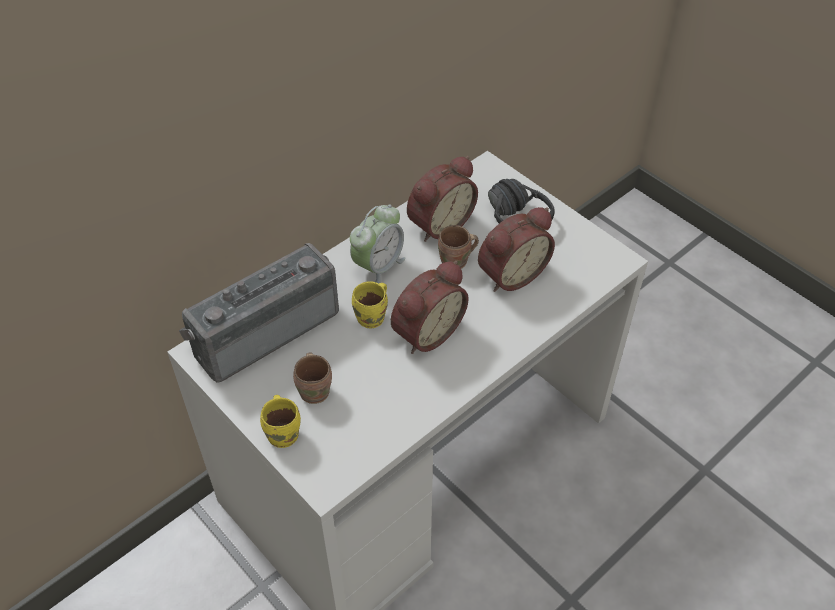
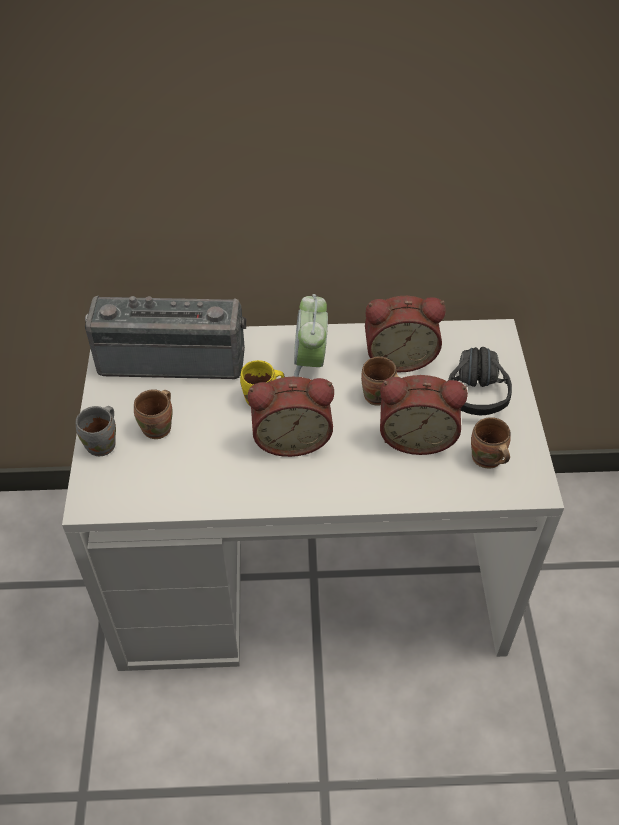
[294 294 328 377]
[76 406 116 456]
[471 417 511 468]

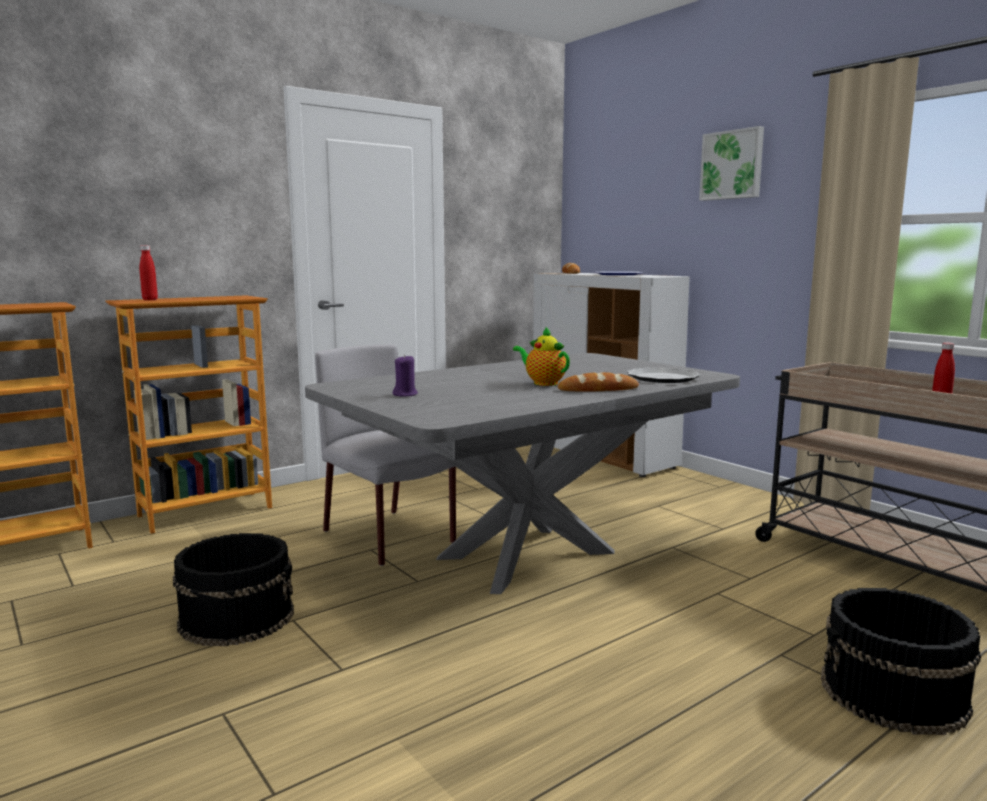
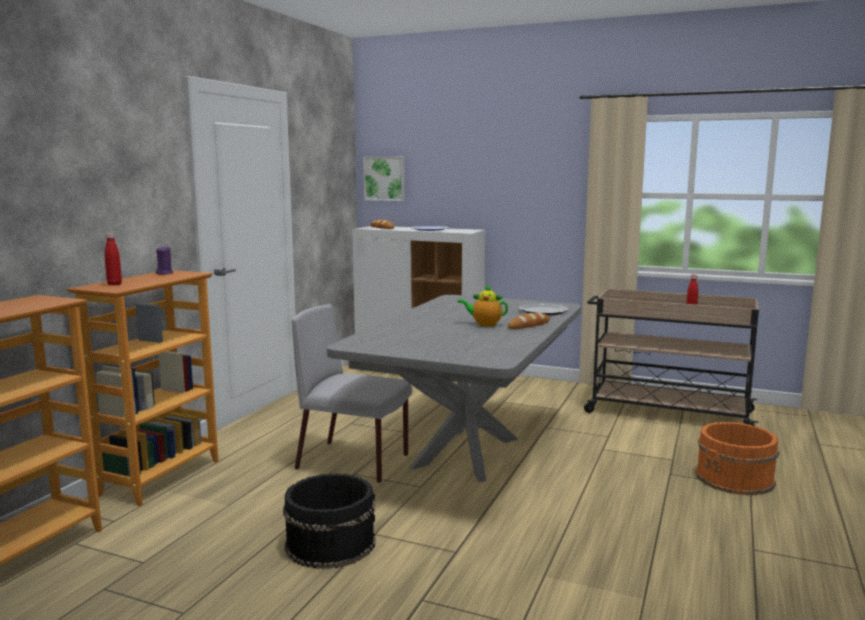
[363 157 405 201]
[156 247 173 274]
[696 422 779 495]

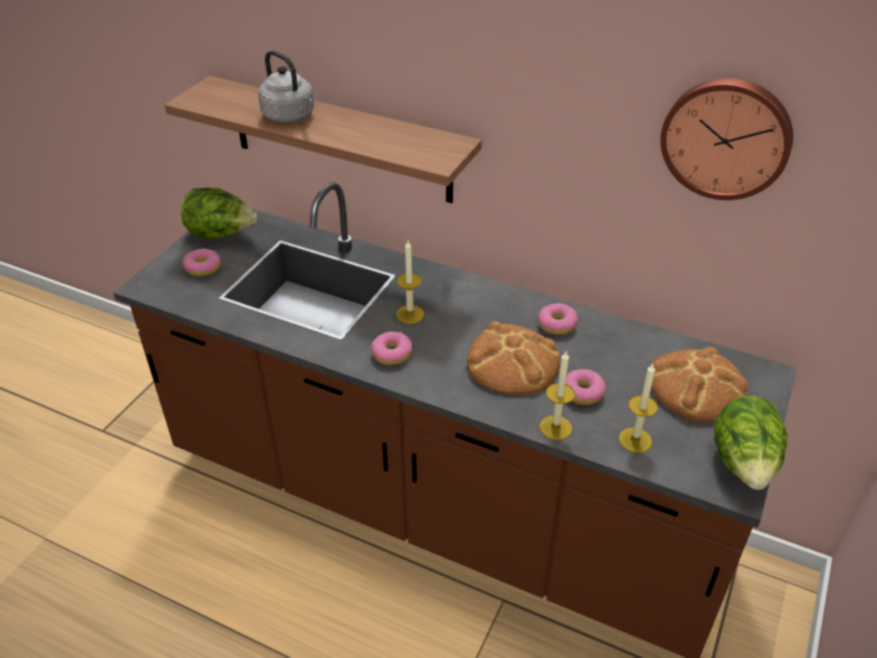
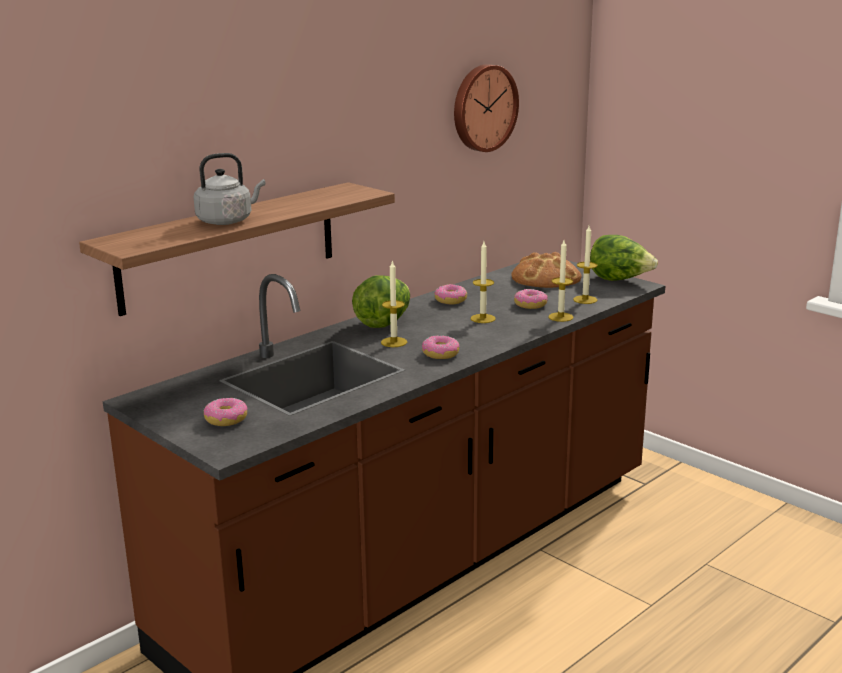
[352 275 410 328]
[471 242 496 323]

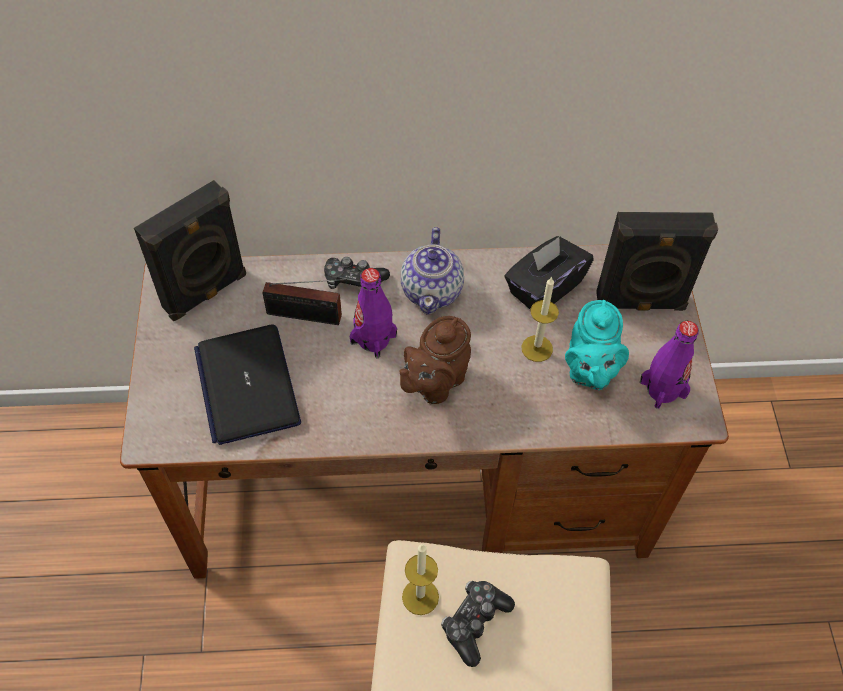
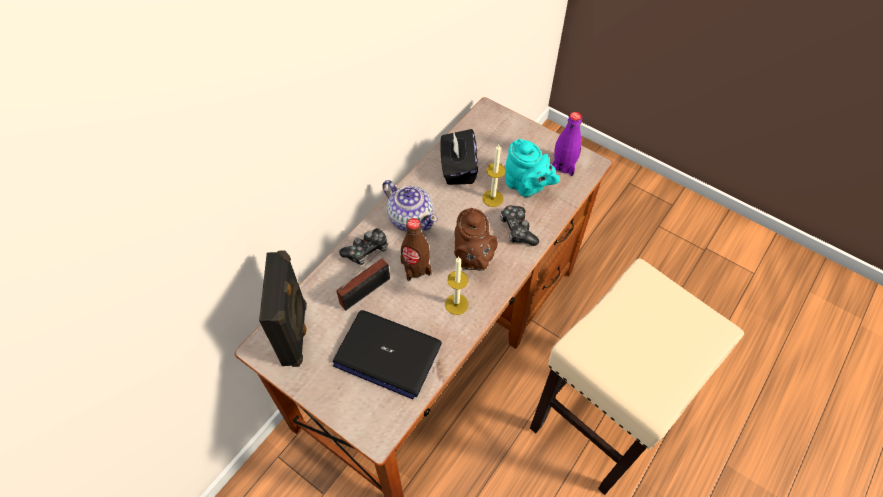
[596 212 718 311] (first image)
[400 218 432 281]
[445 257 468 315]
[500 205 539 246]

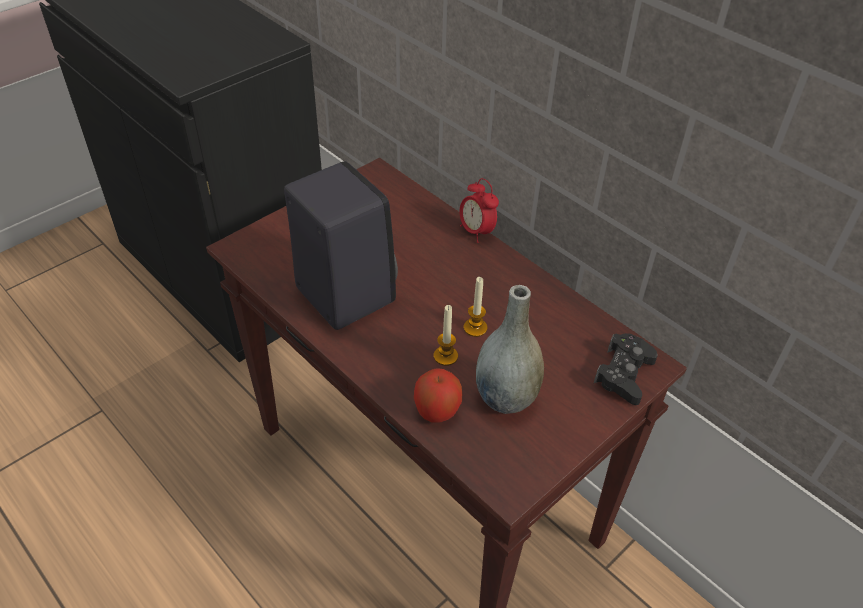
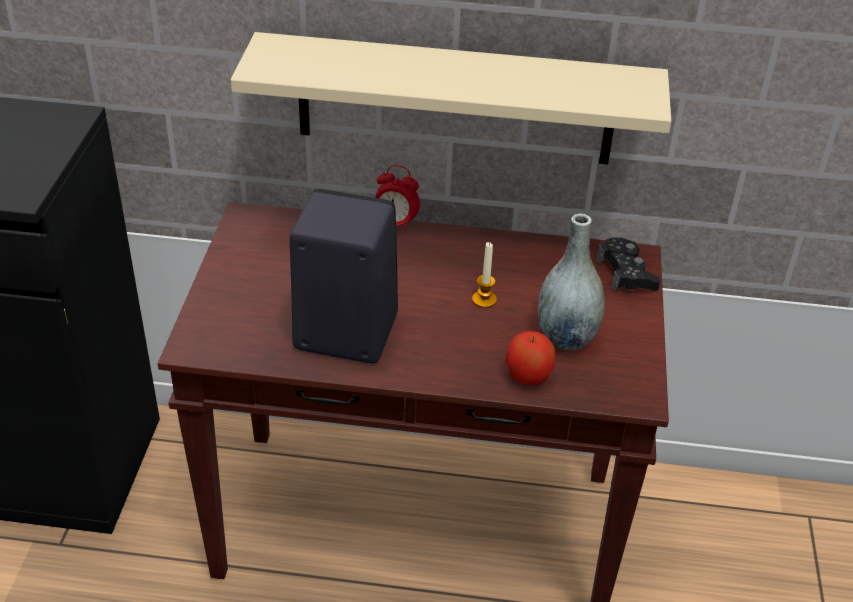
[434 305 458 366] (first image)
[231 32 671 164]

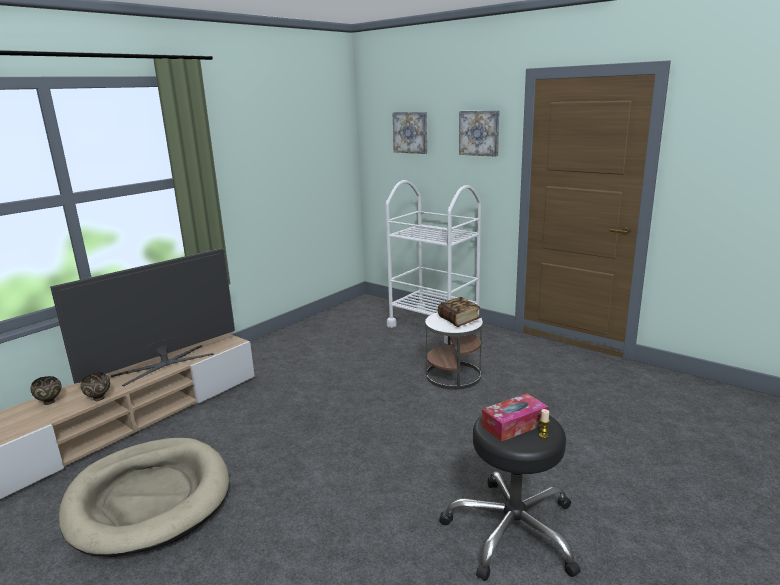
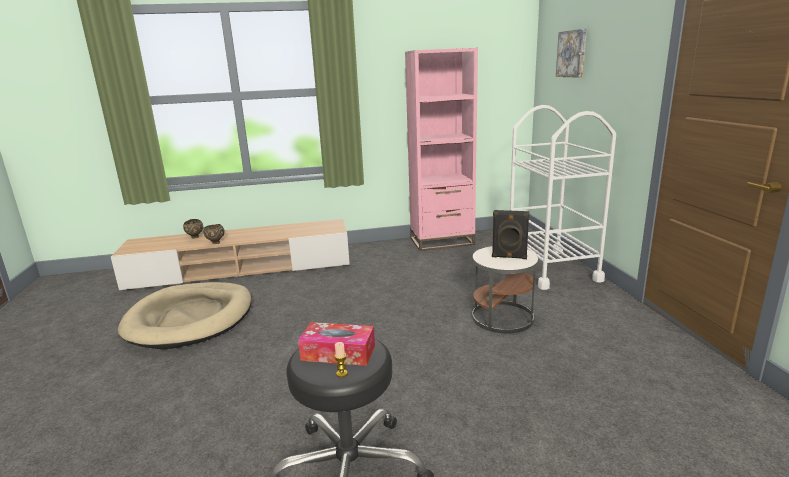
[459 111 499 157] (first image)
[50 248 235 386] (first image)
[492 210 530 259]
[405 48 478 251]

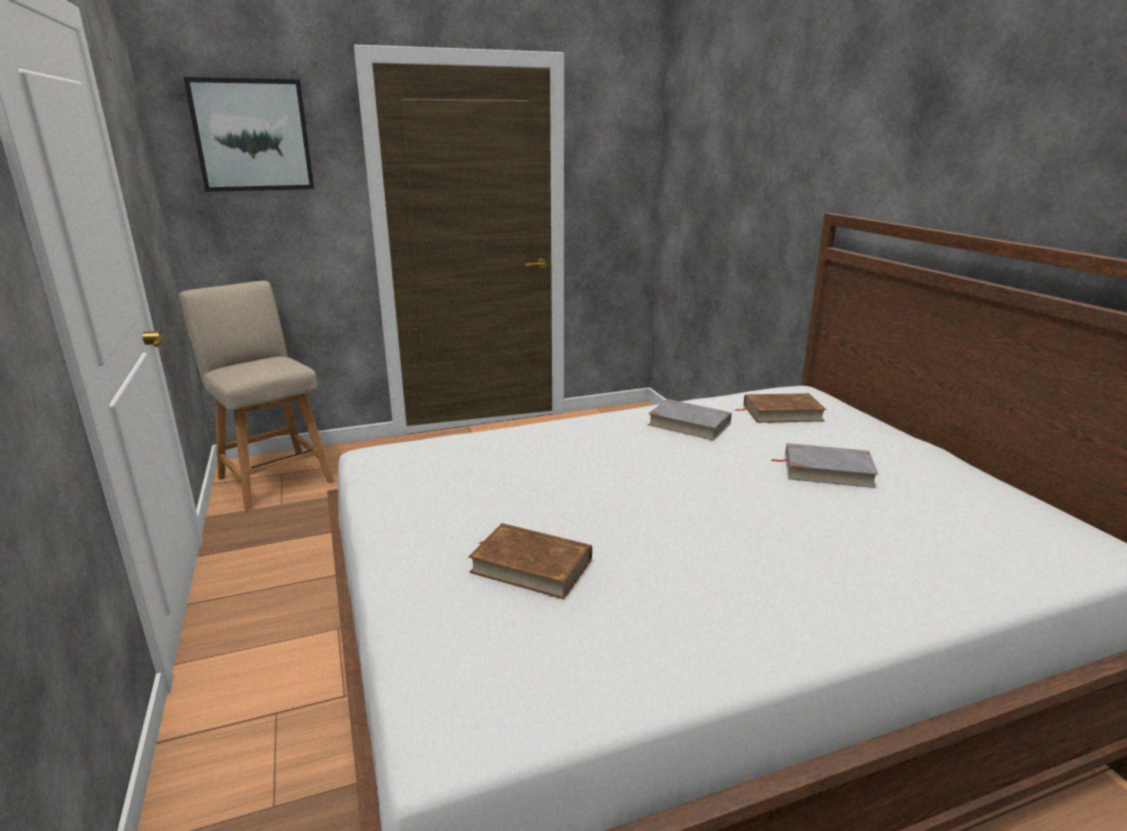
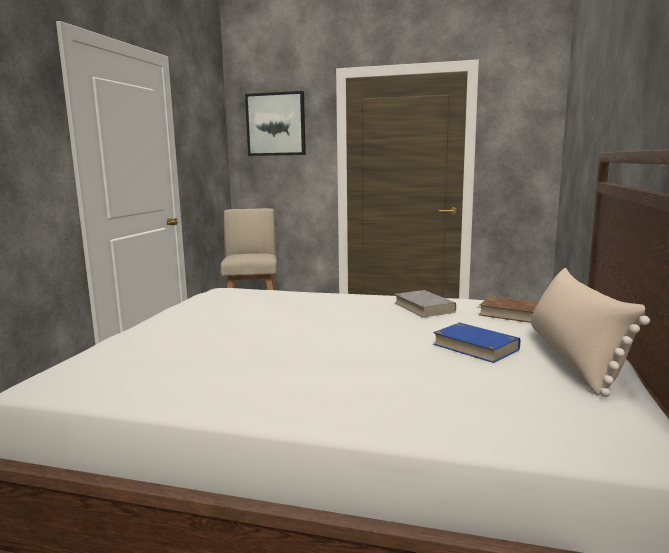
[433 323 520 363]
[468 523 592 599] (first image)
[531 268 650 397]

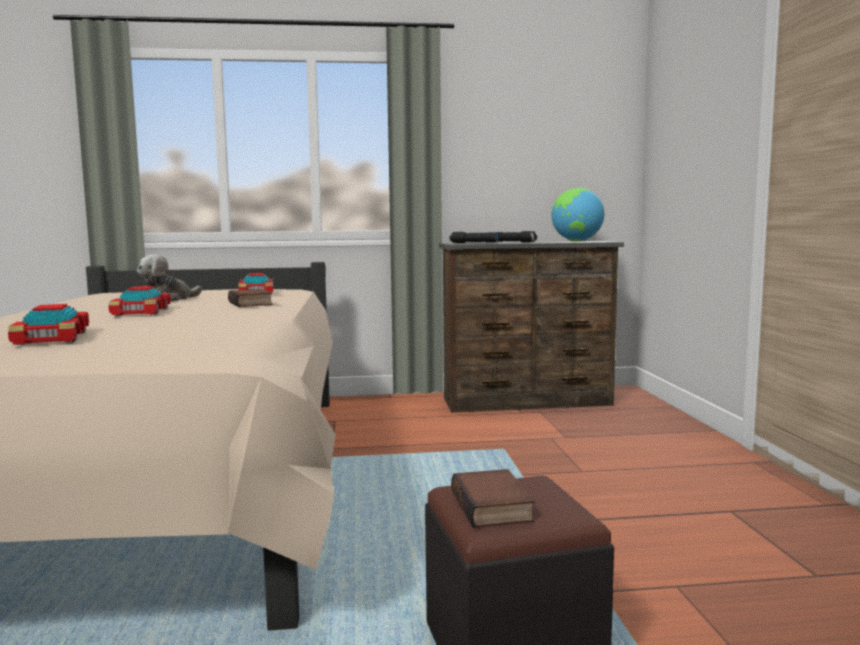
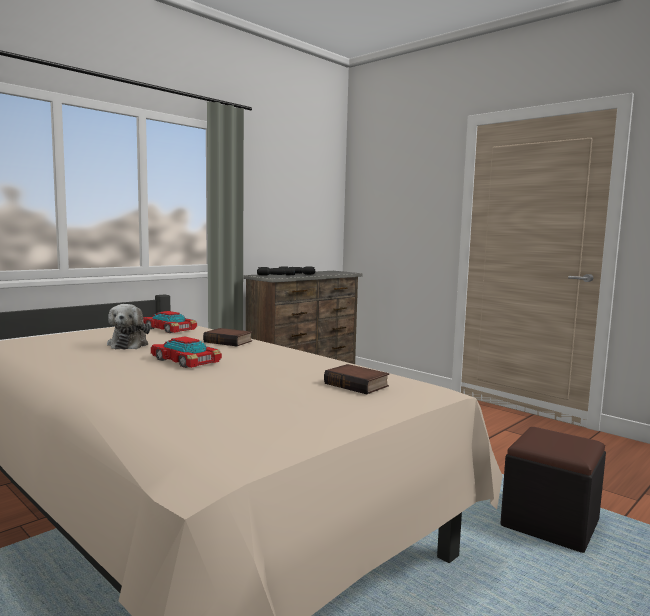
[551 188 605 241] (first image)
[8 304 89 345] (first image)
[324 364 389 394]

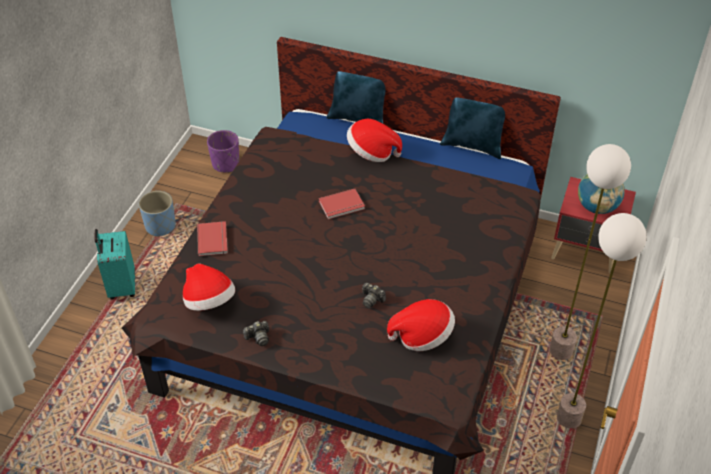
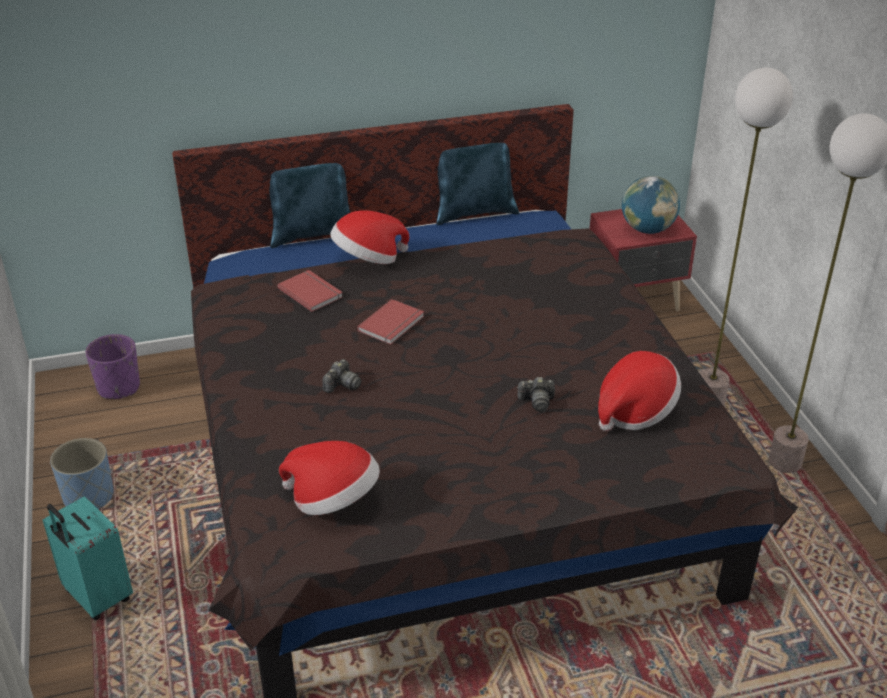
[277 270 343 312]
[323 359 361 393]

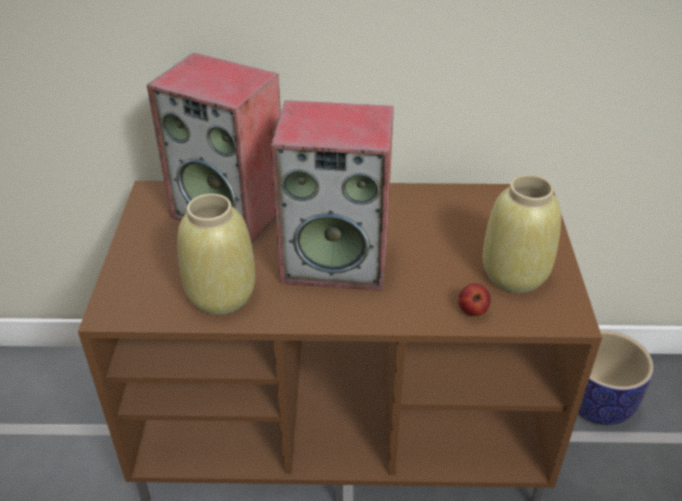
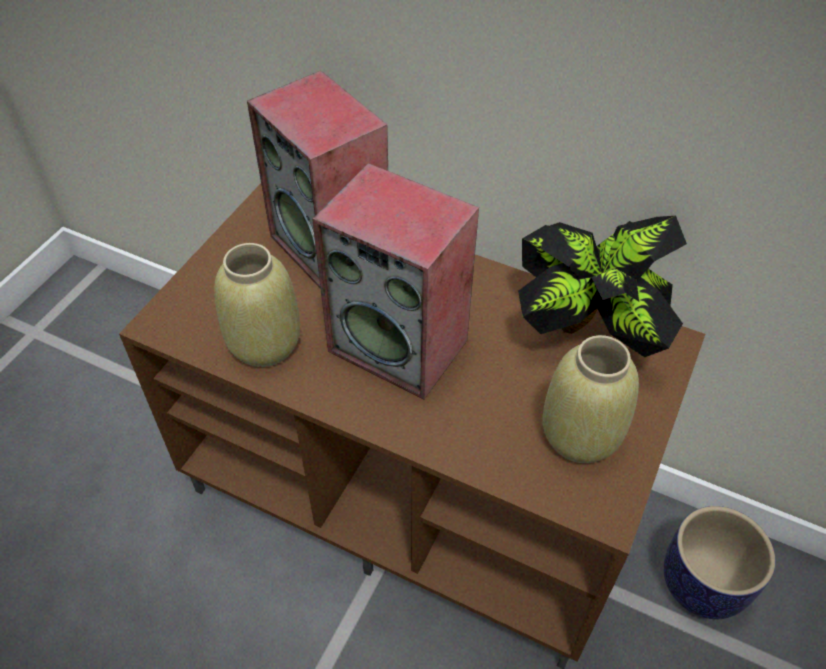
[458 283 491 316] (first image)
[518 216 687 357]

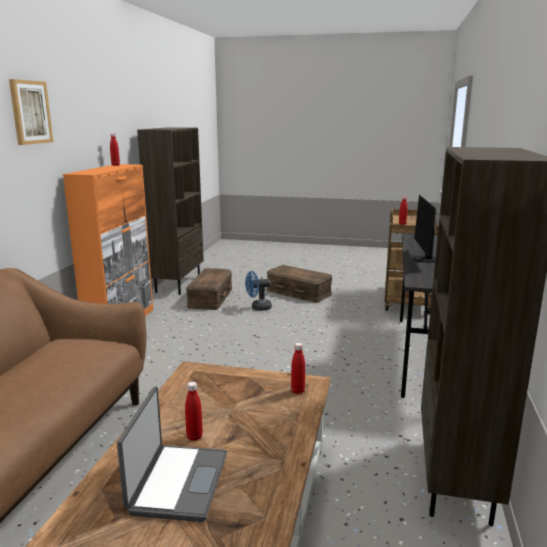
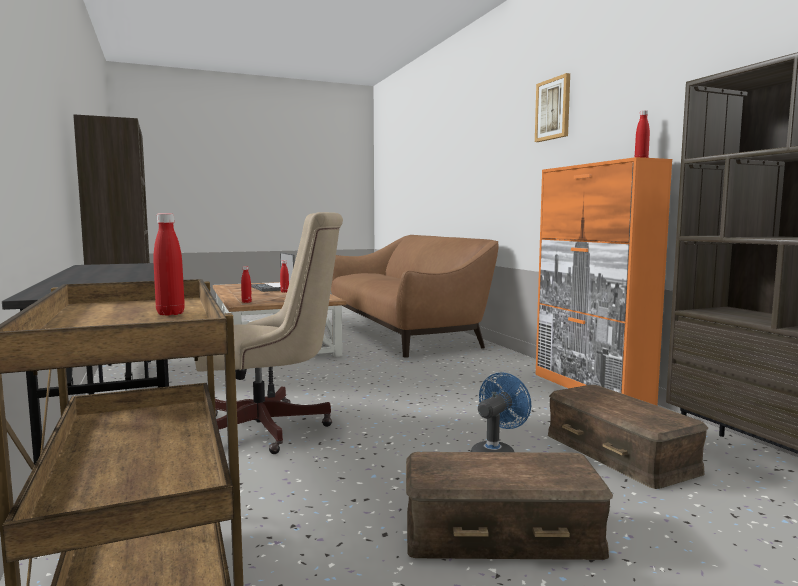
[412 195 439 263] (first image)
[195 212 343 454]

